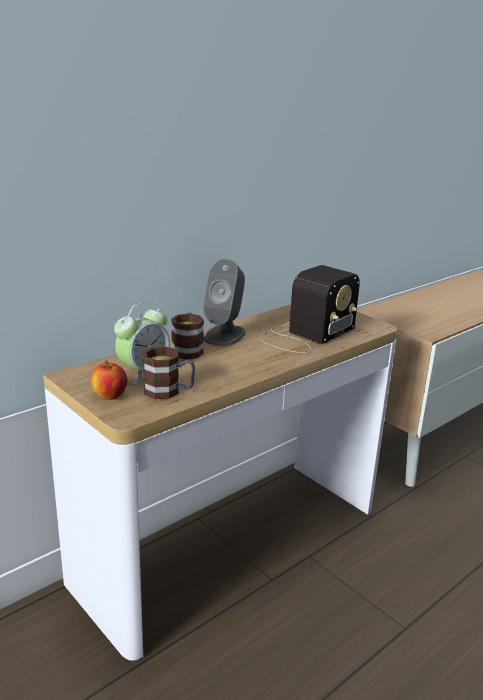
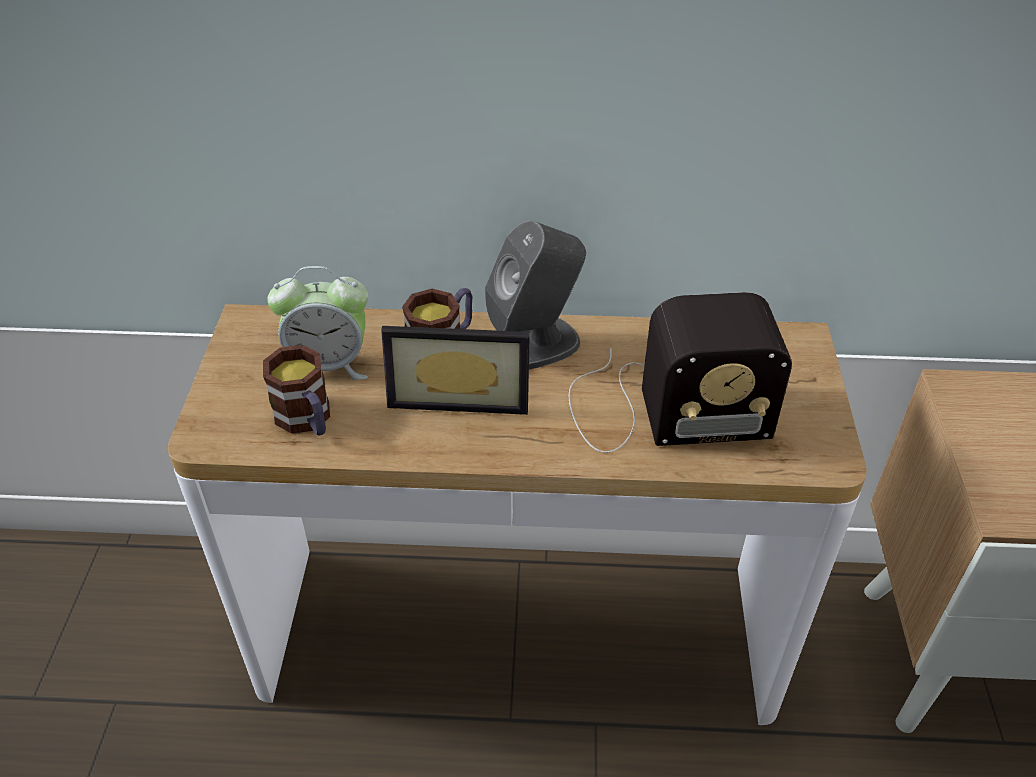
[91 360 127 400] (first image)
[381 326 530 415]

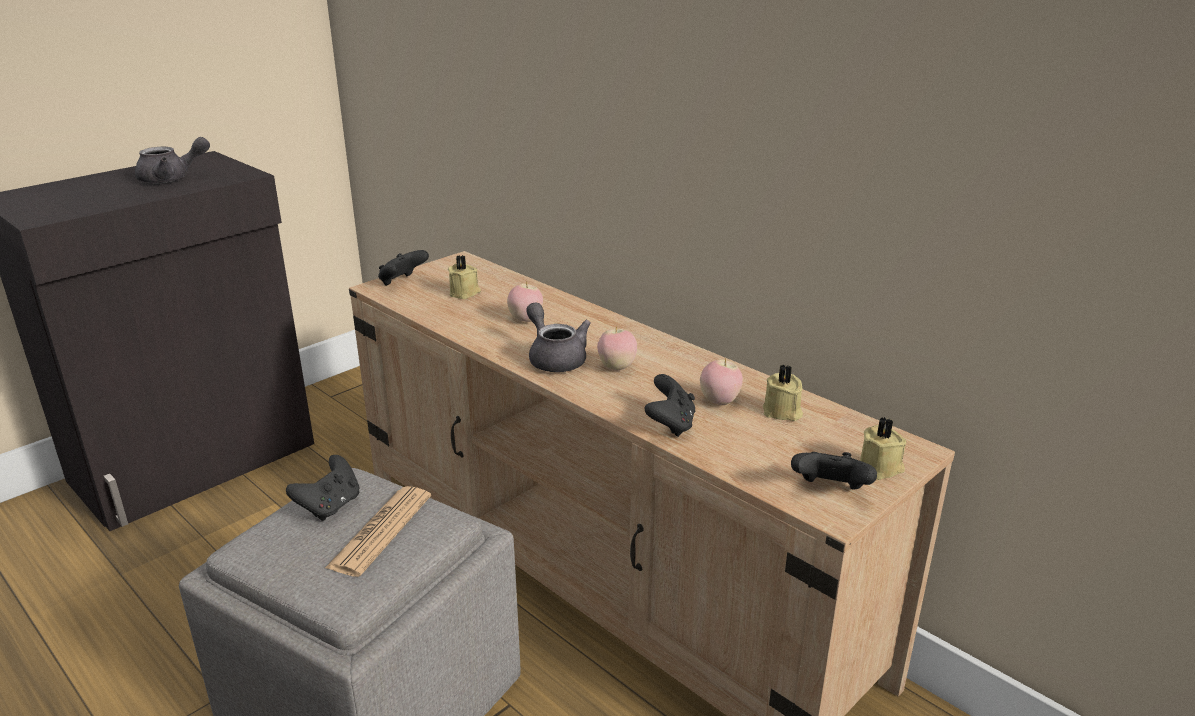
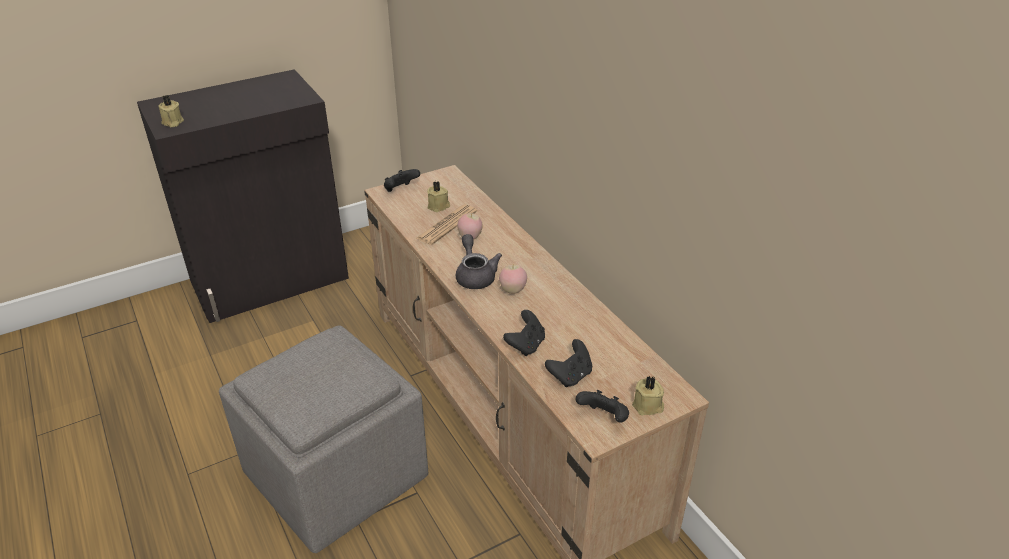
[135 137 210 183] (first image)
[700 358 743 405] (first image)
[158 95 184 127]
[545 339 592 387]
[415 205 477 245]

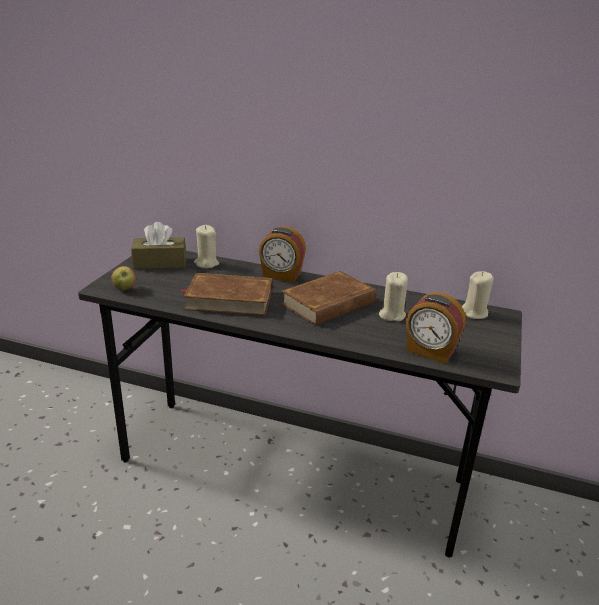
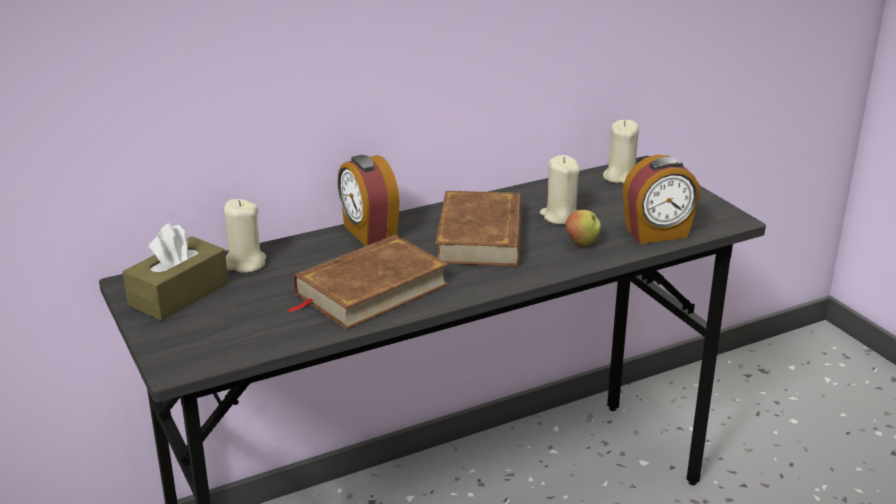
[338 155 400 246]
[565 210 601 247]

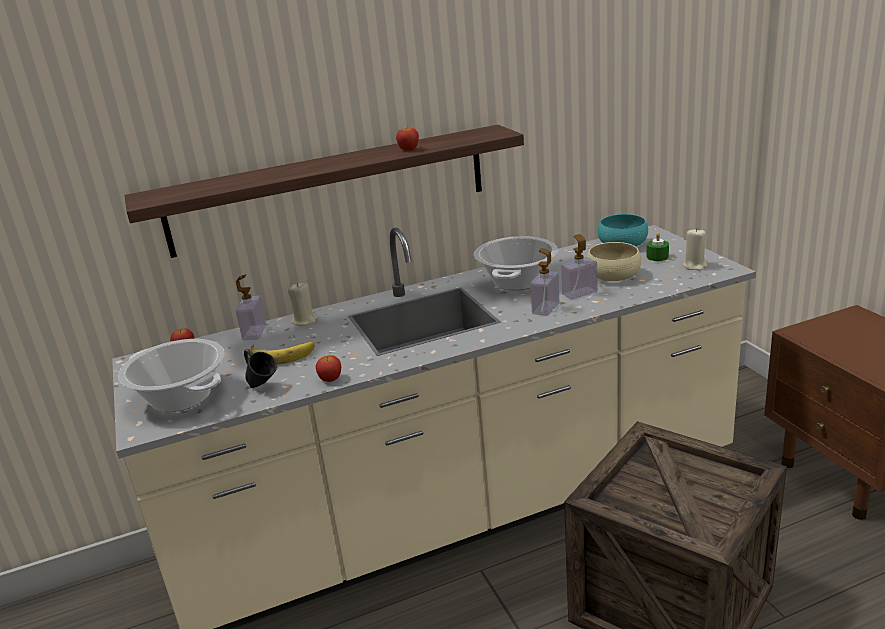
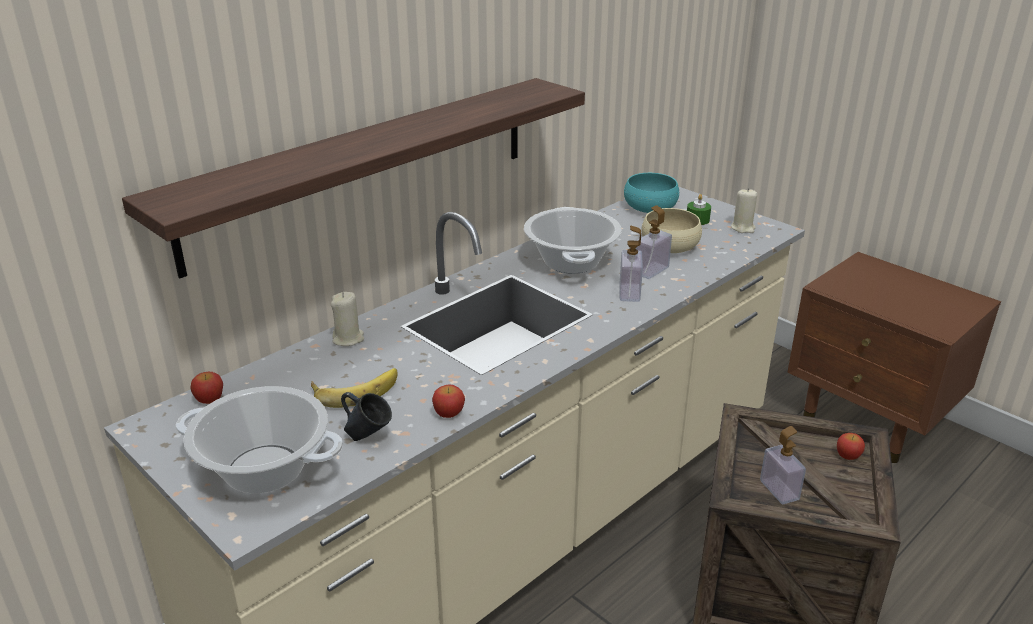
[837 433 865 460]
[760 426 806 504]

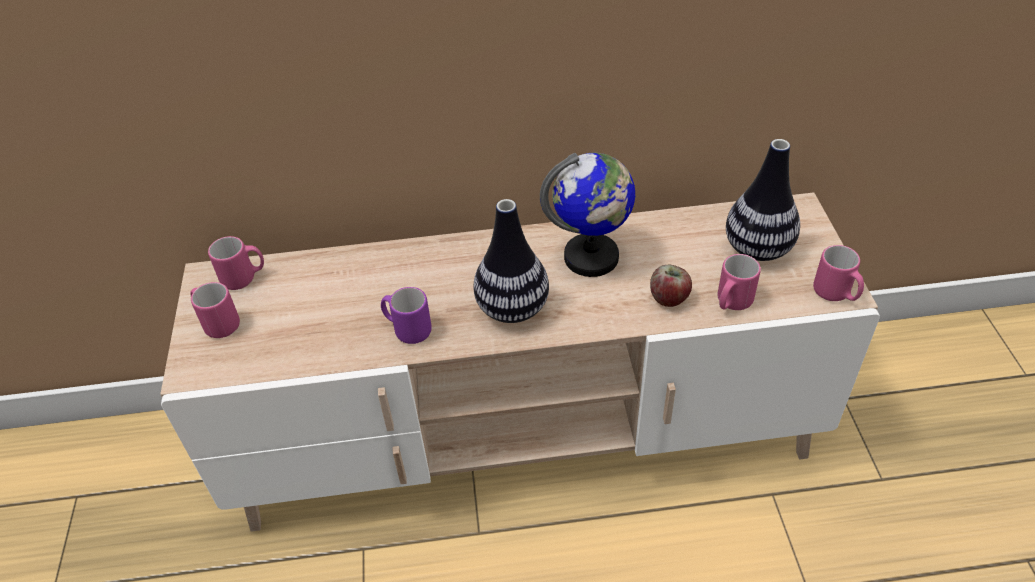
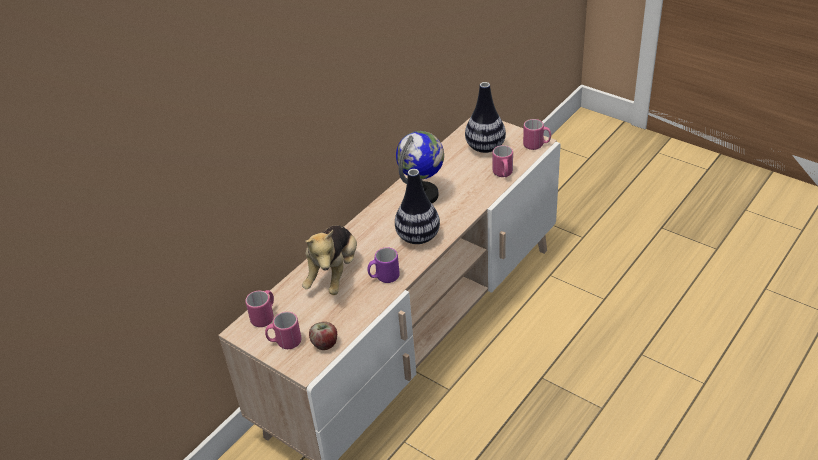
[309 322 337 350]
[302 225 357 295]

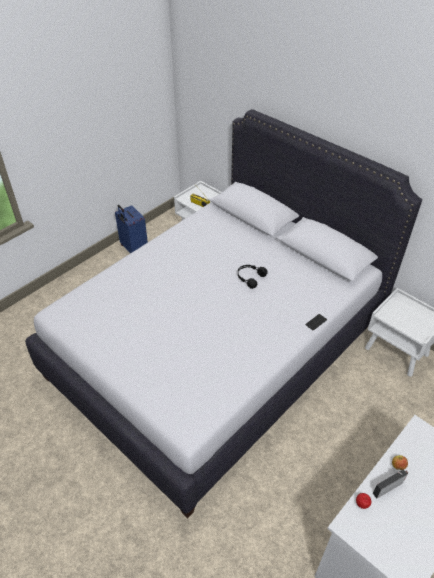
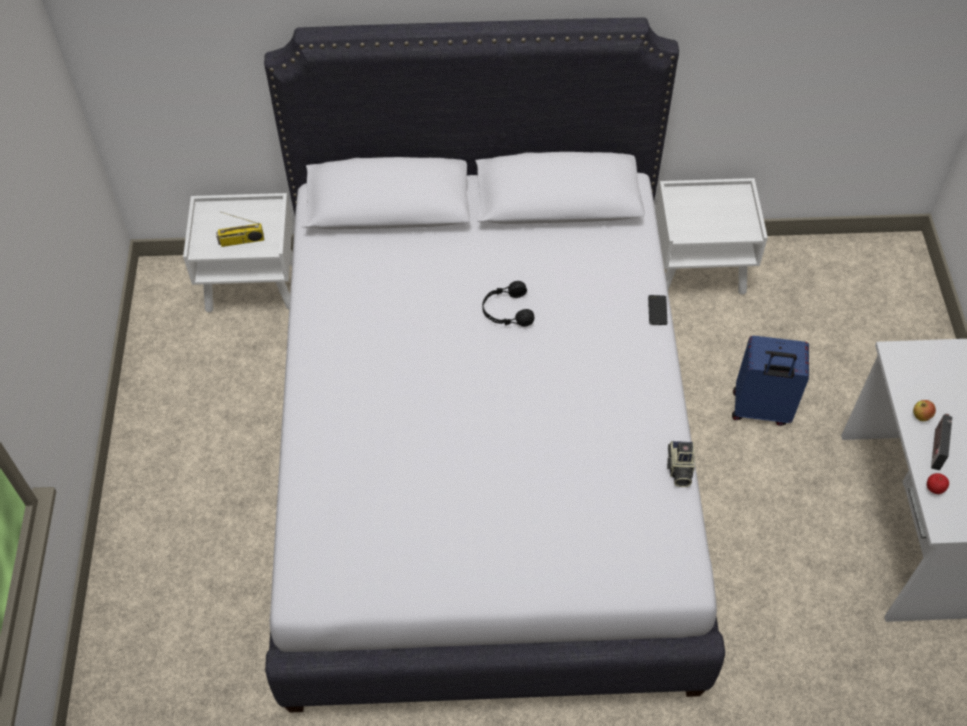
[732 336 809 426]
[667 441 695 487]

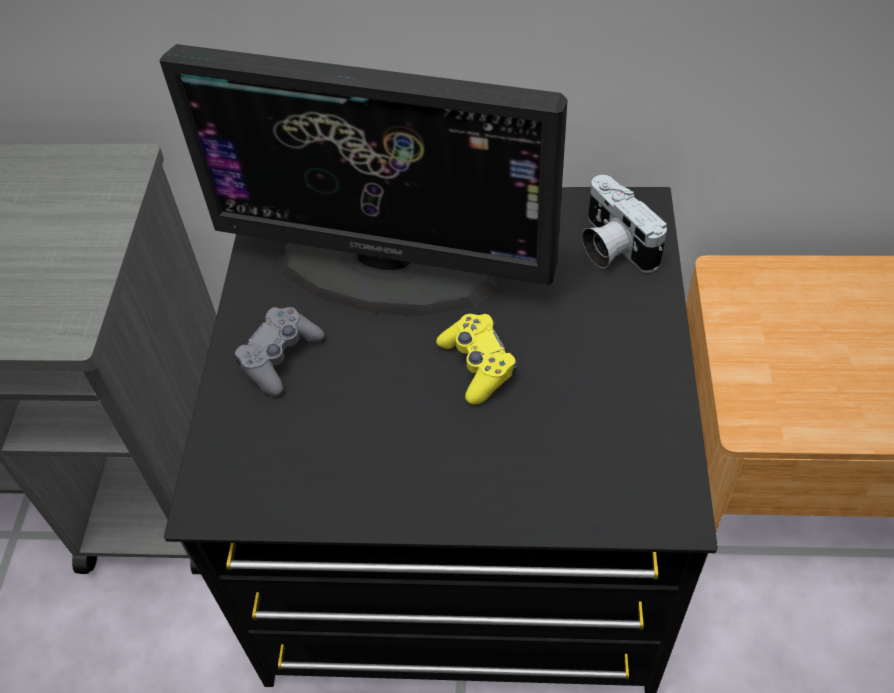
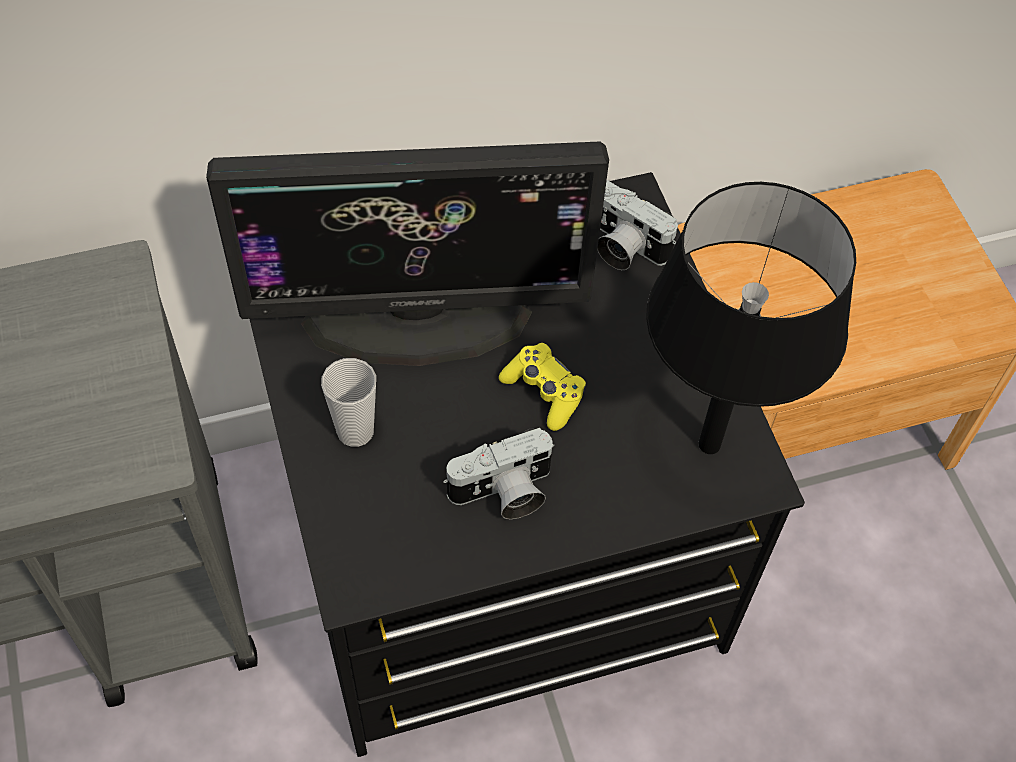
[321 358 376 447]
[646 182 856 454]
[443 428 555 519]

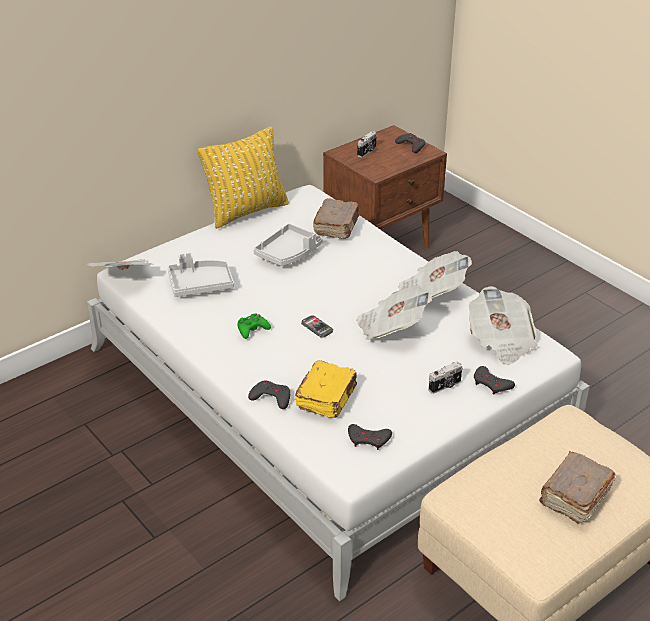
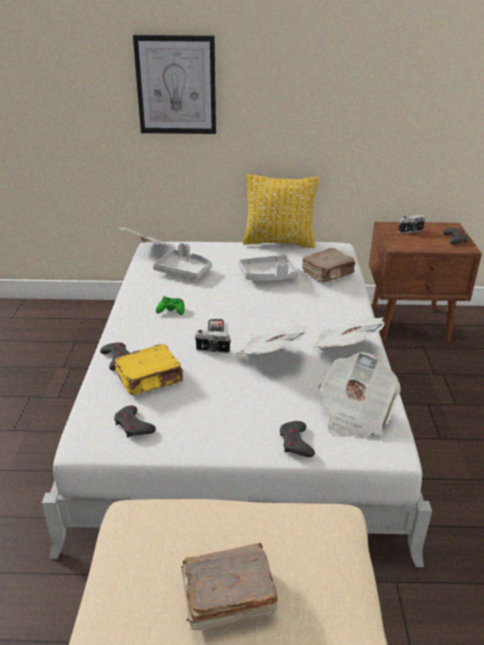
[195 330 231 354]
[133 35 216 134]

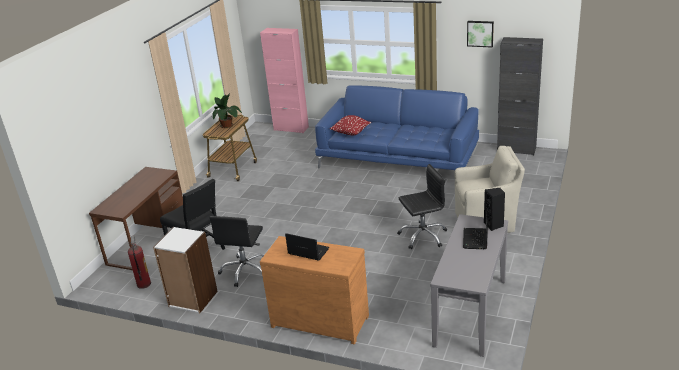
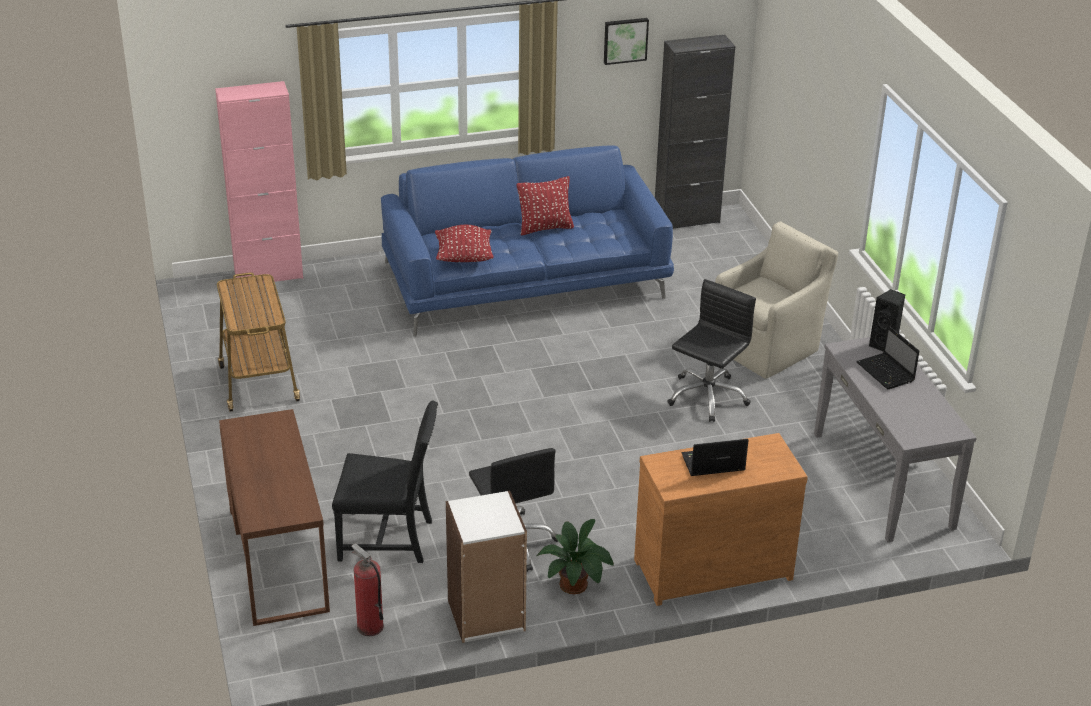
[536 519 614 594]
[517 176 574 236]

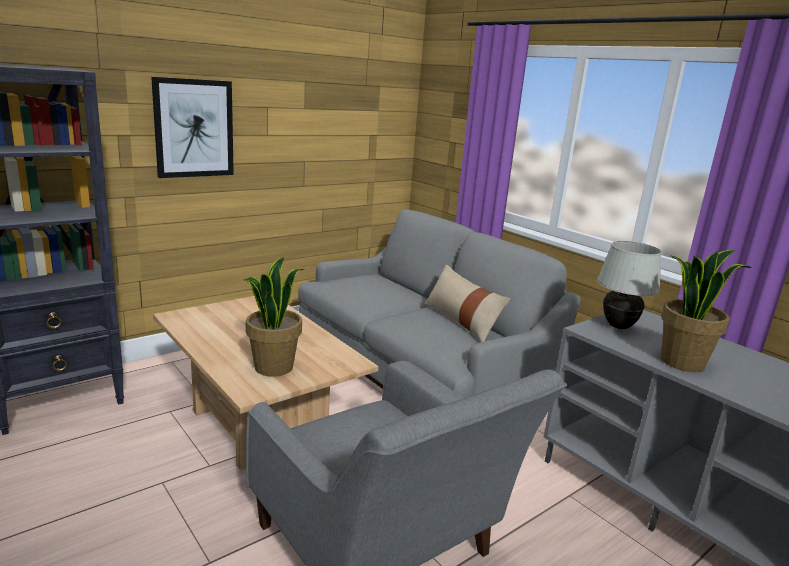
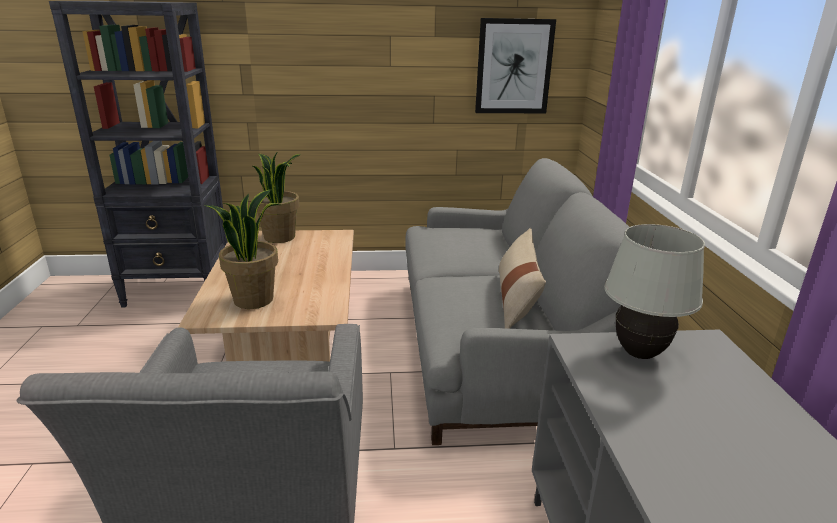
[475 18 556 113]
[253 153 301 243]

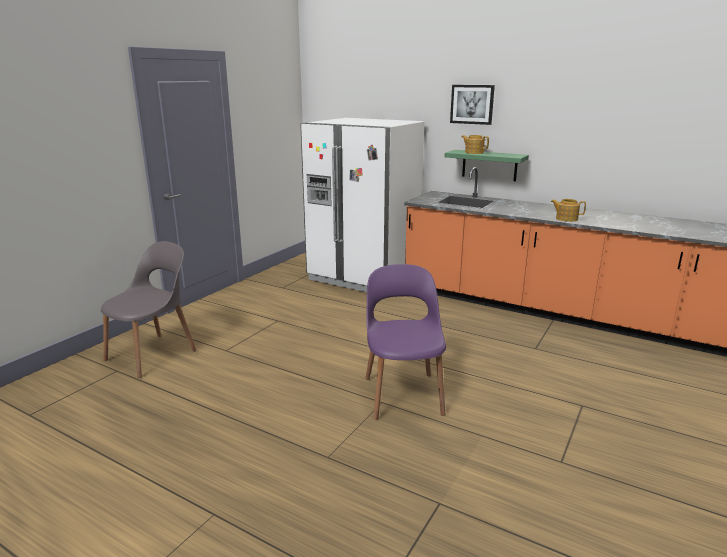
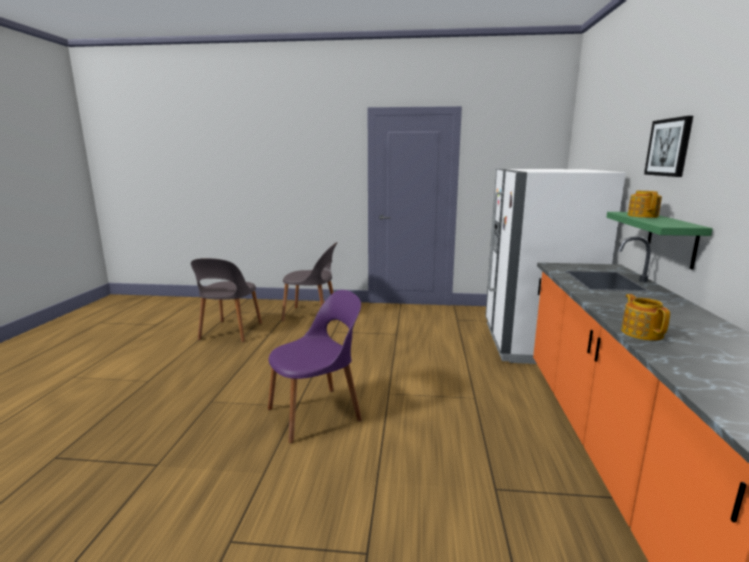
[191 258 262 342]

